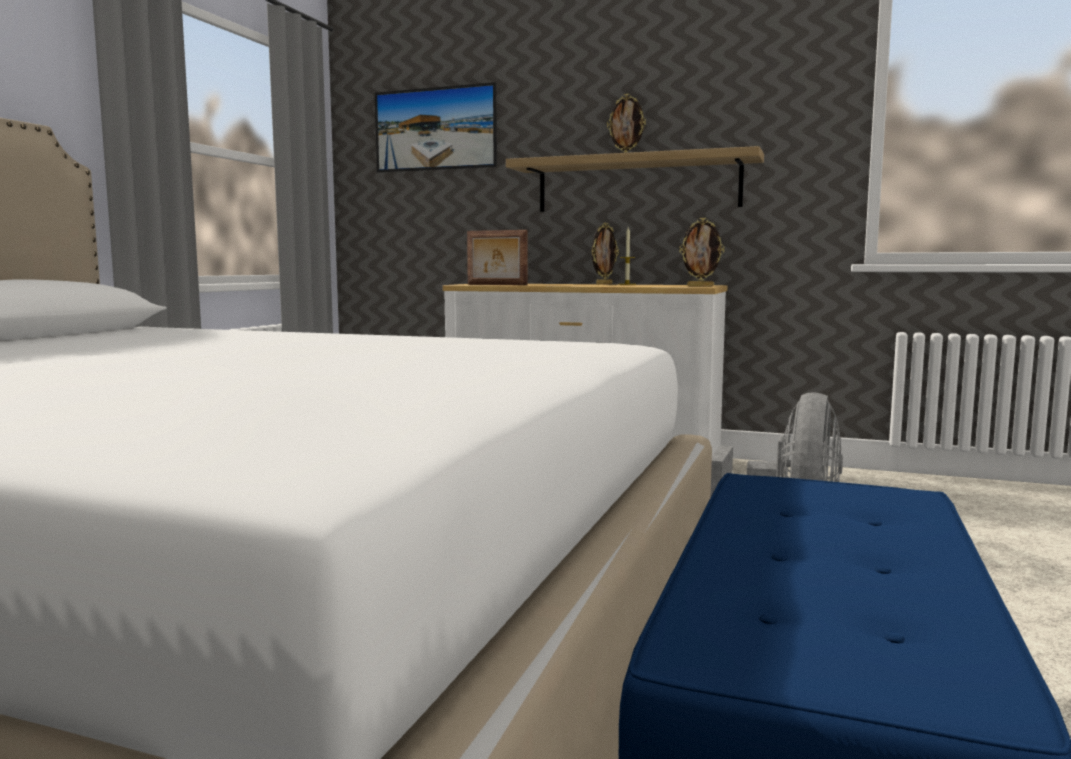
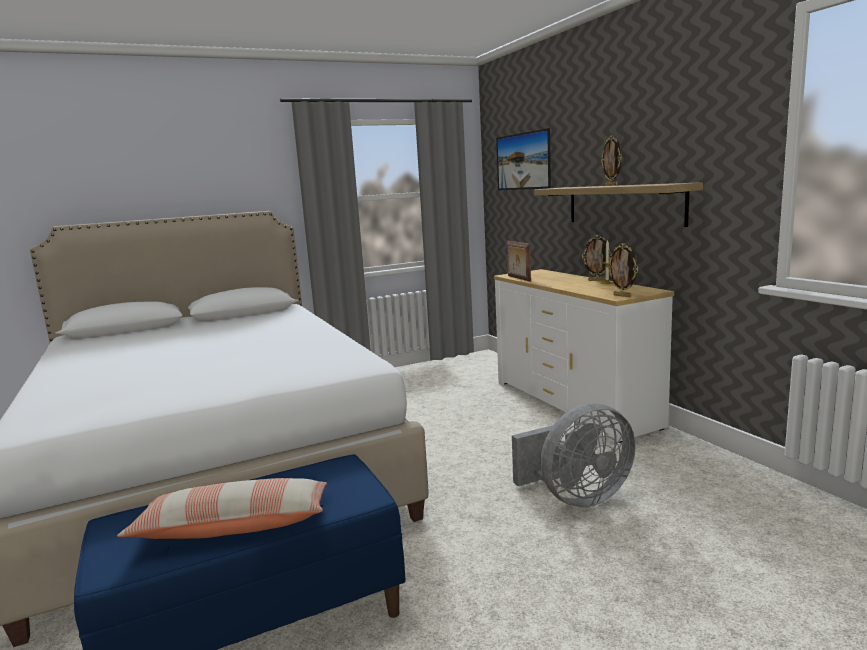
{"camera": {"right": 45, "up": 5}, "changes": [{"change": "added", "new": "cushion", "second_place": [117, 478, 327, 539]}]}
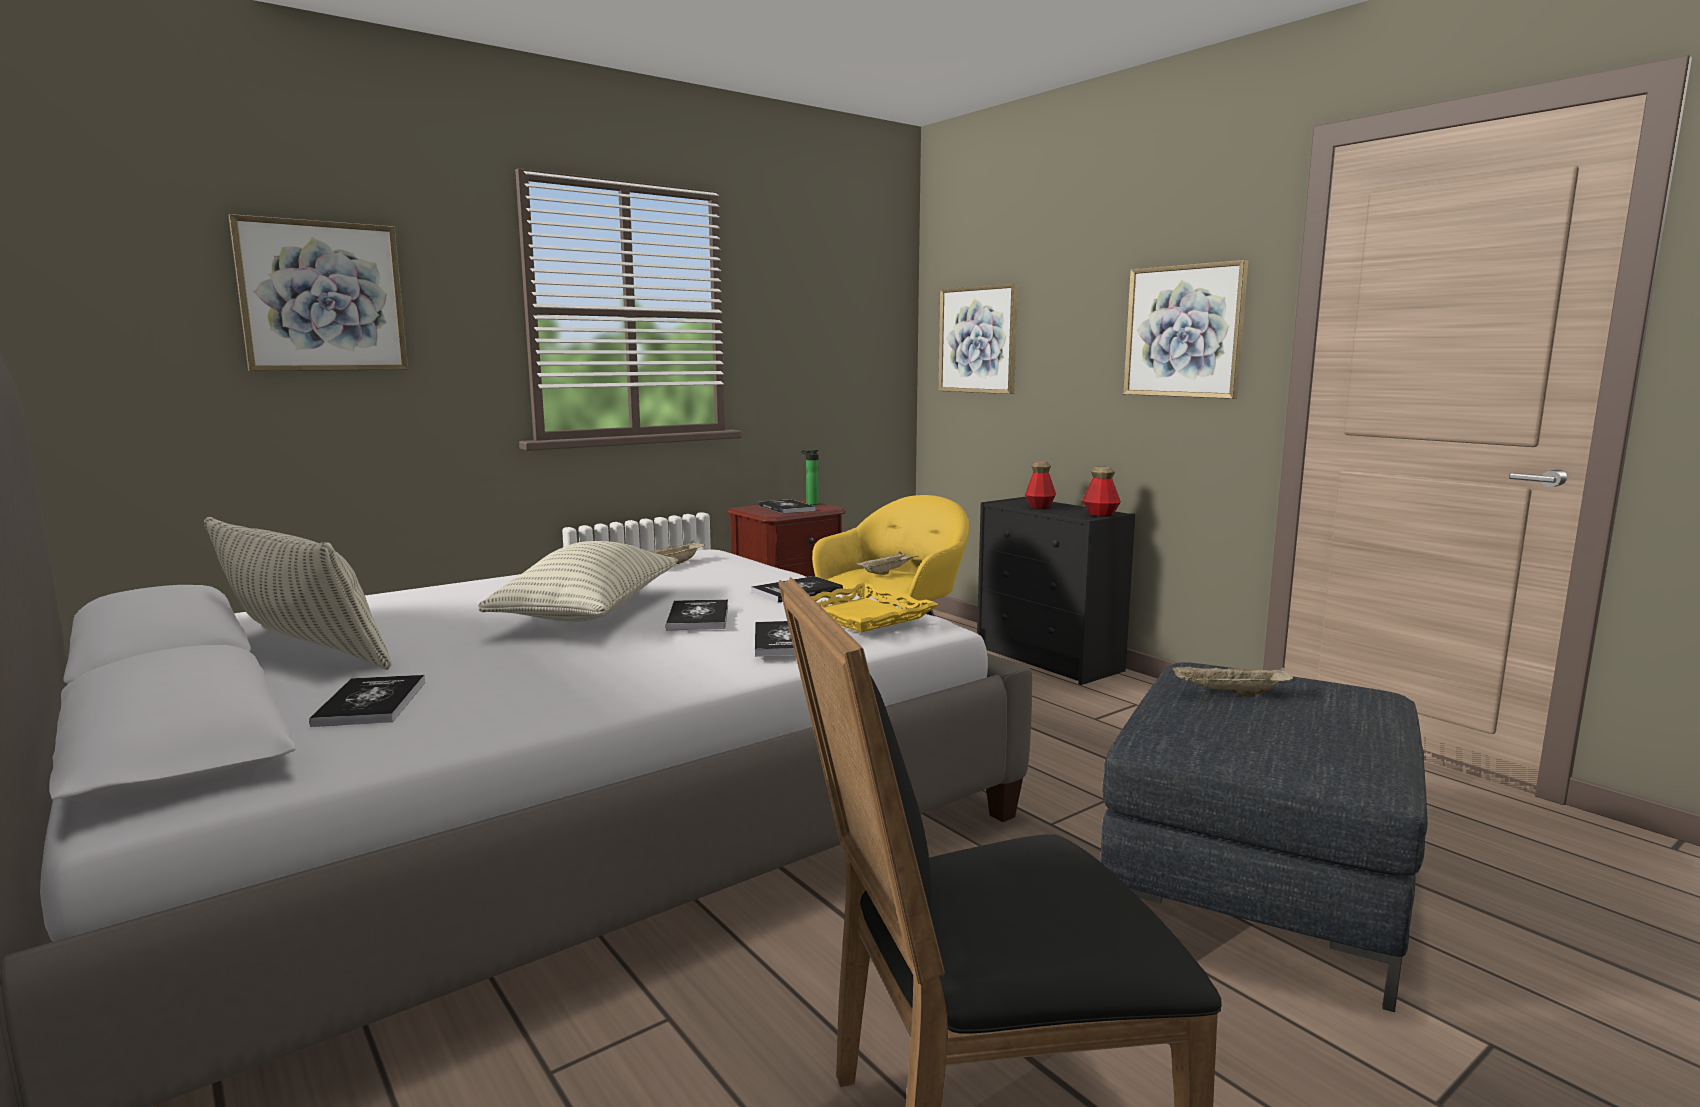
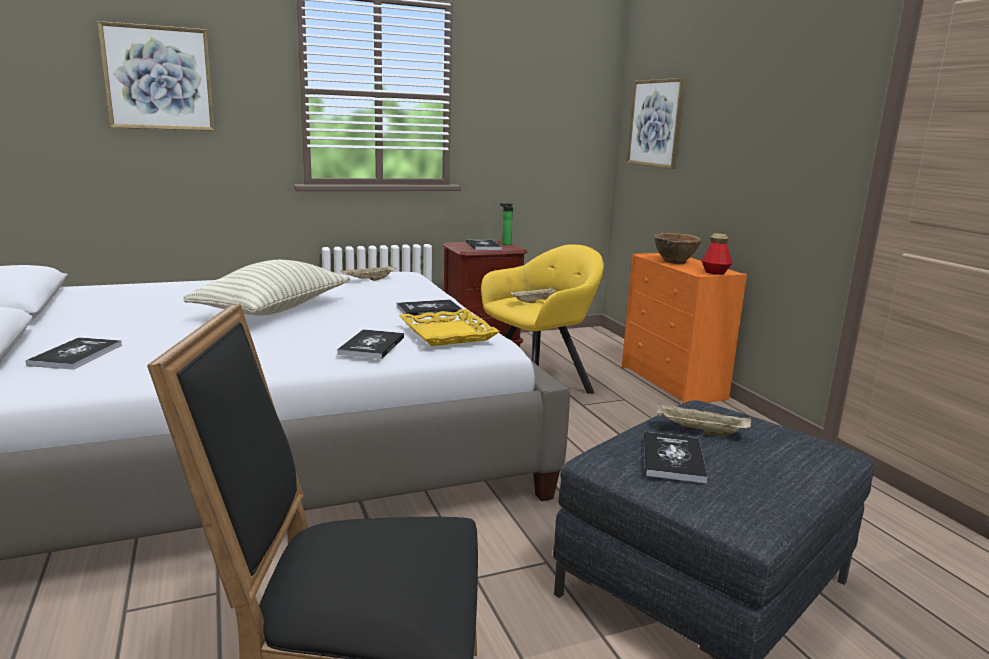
{"camera": {"right": 15, "up": 5}, "changes": [{"change": "removed", "old": "cushion", "first_place": [204, 517, 392, 670]}, {"change": "moved", "old": "volume", "first_place": [665, 599, 728, 630], "second_place": [644, 432, 708, 483]}, {"change": "recoloured", "old": "black chest of drawers", "new": "orangey chest of drawers", "first_place": [977, 497, 1135, 685], "second_place": [622, 253, 747, 404]}, {"change": "replaced", "old": "beverage bottle", "new": "brownish deep dish", "first_place": [1025, 461, 1056, 509], "second_place": [653, 233, 702, 264]}, {"change": "removed", "old": "wall picture", "first_place": [1123, 260, 1249, 399]}]}
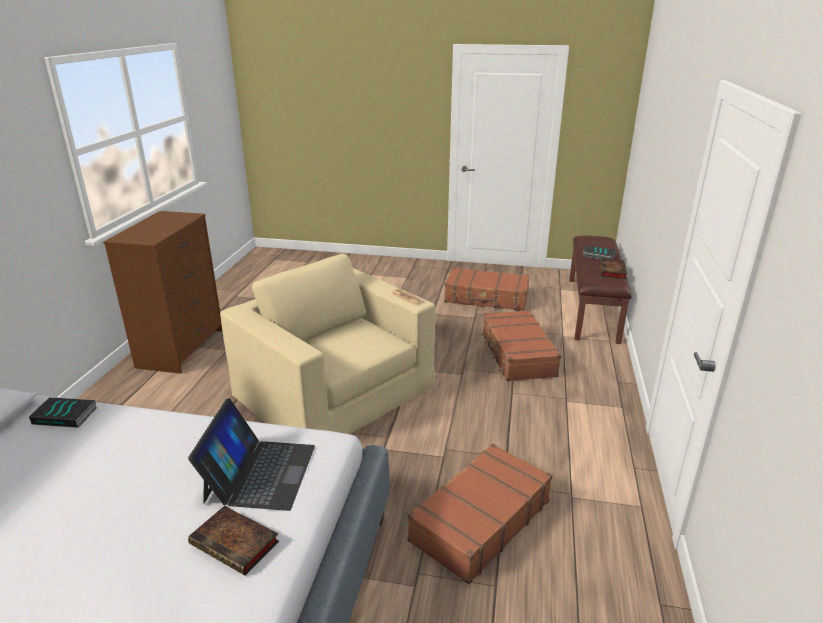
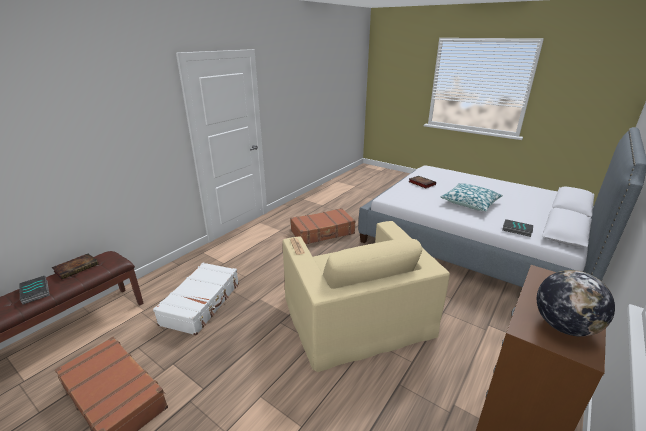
{"camera": {"right": -155, "up": 0}, "changes": [{"change": "removed", "old": "laptop", "first_place": [188, 398, 315, 511]}, {"change": "recoloured", "old": "brownish travel case", "new": "white travel case", "first_place": [481, 310, 561, 381], "second_place": [153, 262, 239, 335]}, {"change": "added", "new": "cushion", "second_place": [440, 183, 503, 211]}, {"change": "added", "new": "desk globe", "second_place": [537, 270, 615, 336]}]}
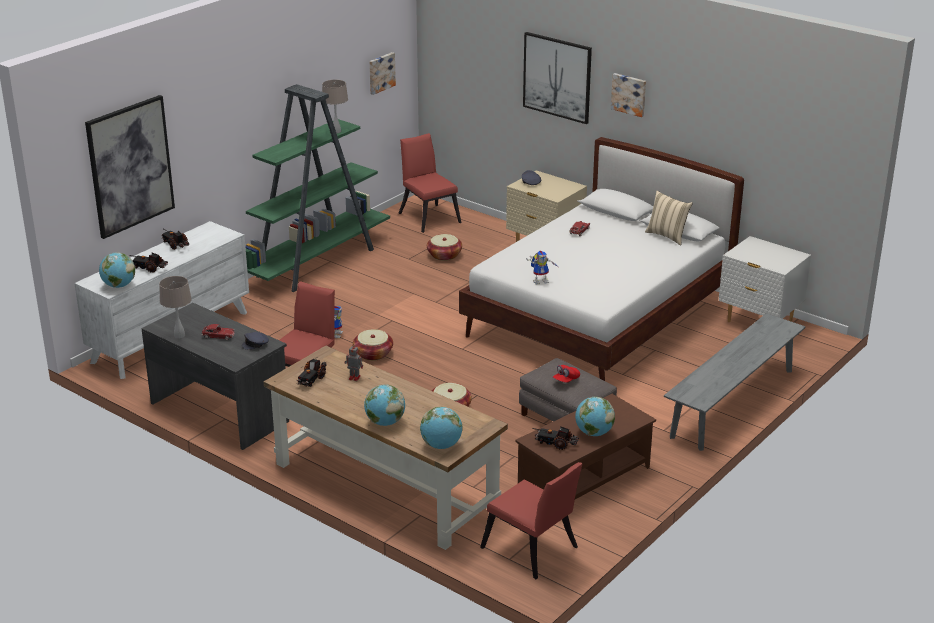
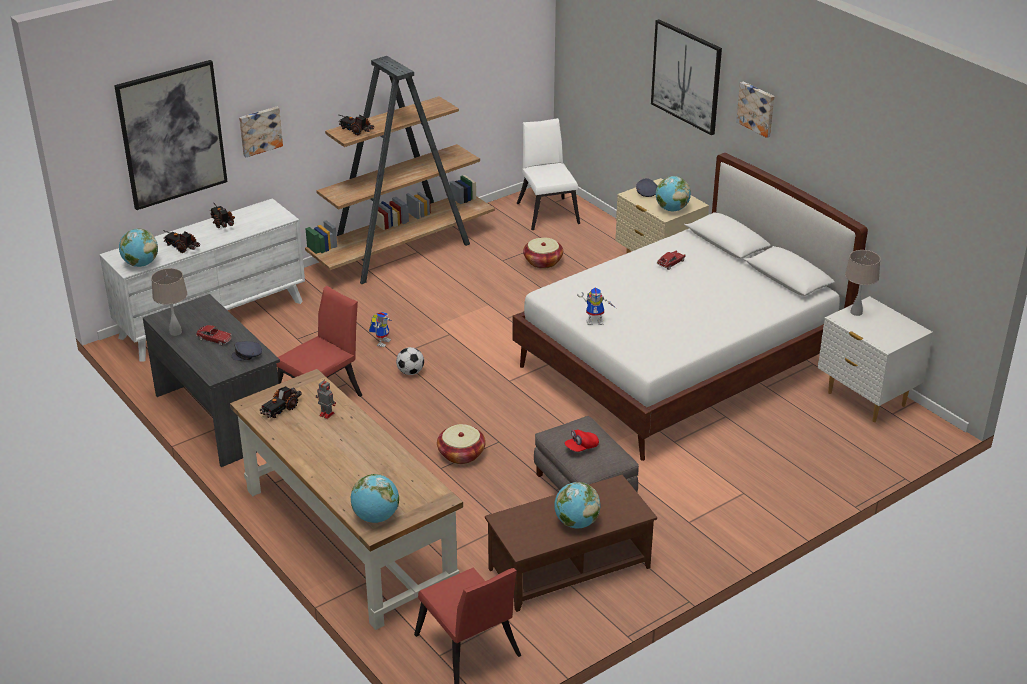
{"camera": {"right": 15, "up": 5}, "changes": [{"change": "recoloured", "old": "green-coloured bookshelf", "new": "brownish bookshelf", "first_place": [245, 84, 390, 292], "second_place": [305, 56, 495, 284]}, {"change": "moved", "old": "beige lamp for a table", "first_place": [322, 80, 348, 133], "second_place": [845, 250, 880, 316]}, {"change": "replaced", "old": "basket", "new": "football ball", "first_place": [353, 329, 393, 361], "second_place": [396, 347, 424, 375]}, {"change": "moved", "old": "desk globe", "first_place": [364, 384, 405, 426], "second_place": [656, 176, 691, 211]}, {"change": "moved", "old": "wall picture", "first_place": [369, 52, 396, 95], "second_place": [239, 107, 283, 157]}, {"change": "recoloured", "old": "red-coloured plain chair", "new": "white plain chair", "first_place": [399, 133, 461, 233], "second_place": [517, 118, 580, 230]}, {"change": "moved", "old": "model truck", "first_place": [533, 426, 579, 450], "second_place": [338, 114, 374, 135]}, {"change": "removed", "old": "beige cushion", "first_place": [645, 191, 693, 245]}, {"change": "removed", "old": "greyish bench", "first_place": [664, 313, 806, 451]}]}
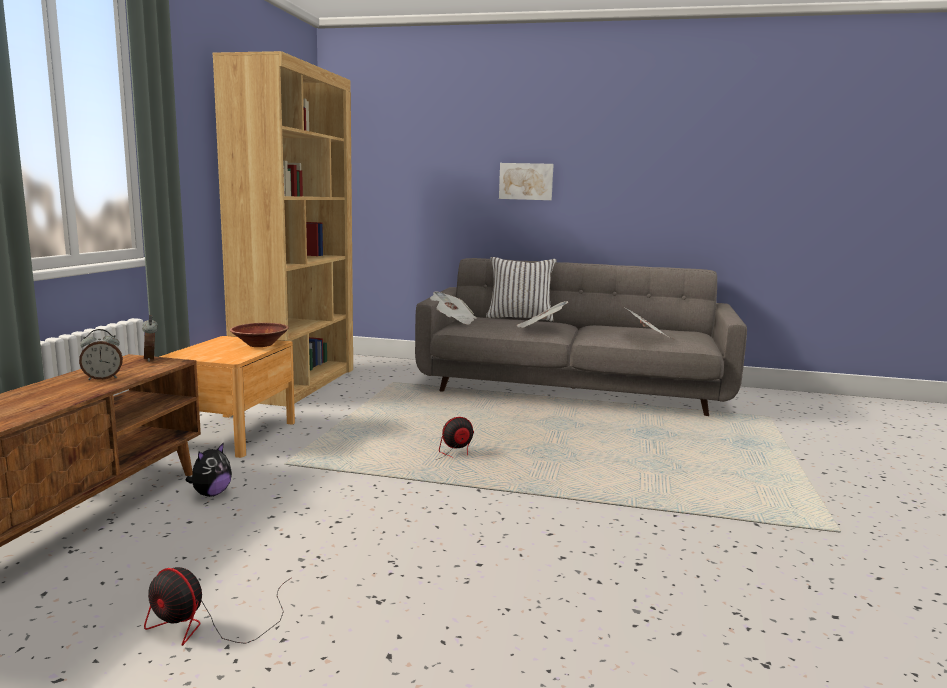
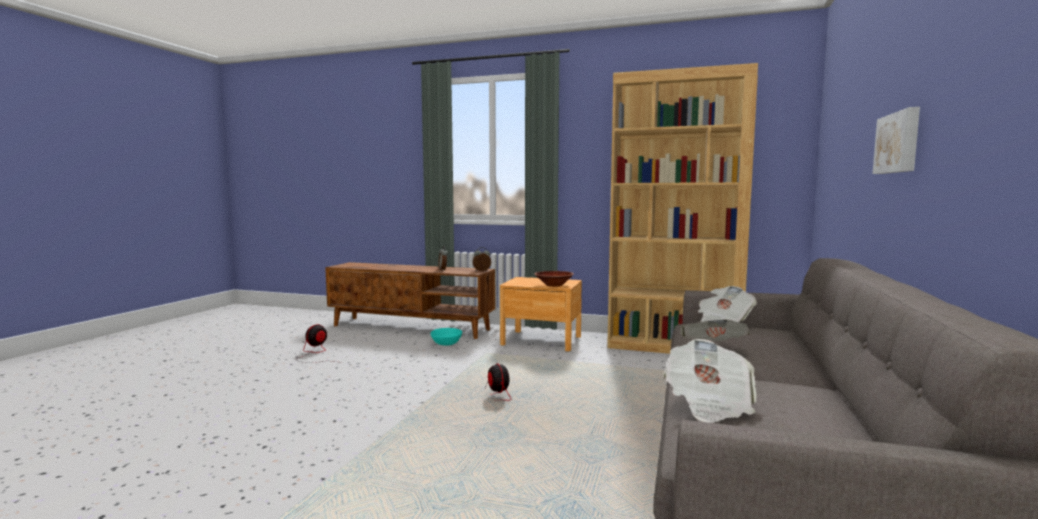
{"camera": {"right": 95, "up": -5}, "changes": [{"change": "replaced", "old": "soft toy", "new": "turquoise-coloured deep dish", "first_place": [185, 442, 232, 497], "second_place": [430, 328, 462, 345]}, {"change": "removed", "old": "white cushion", "first_place": [486, 257, 556, 322]}]}
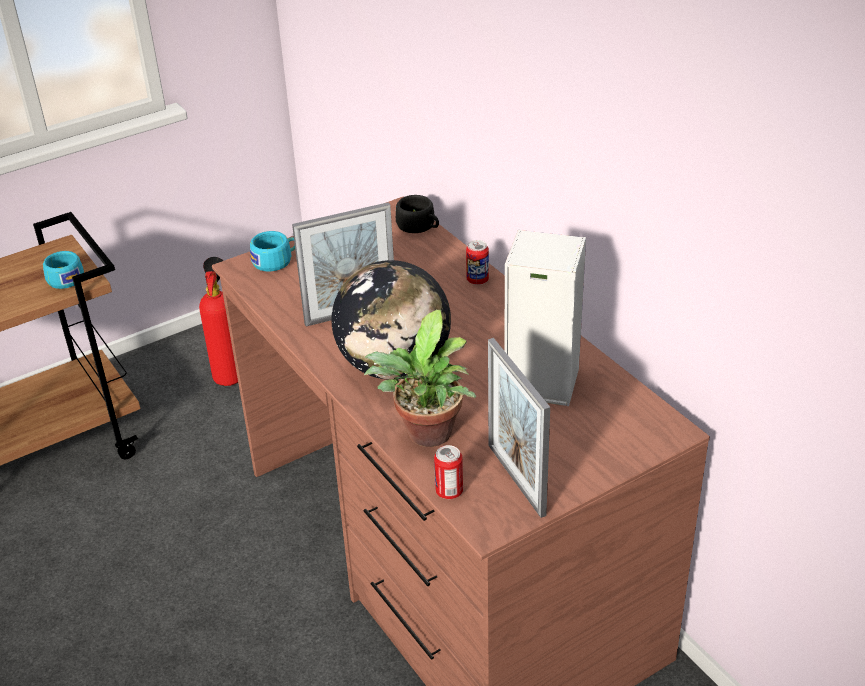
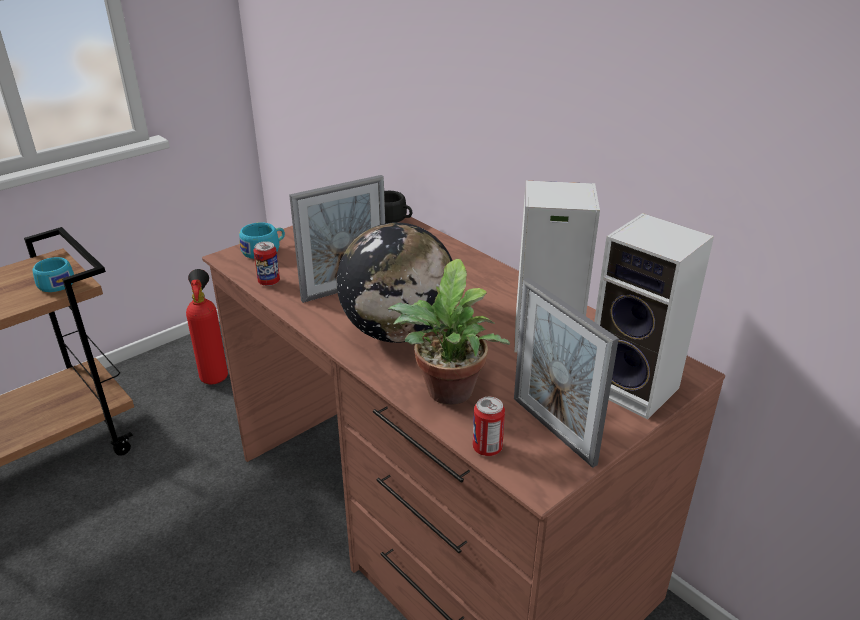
{"camera": {"right": -10, "up": -5}, "changes": [{"change": "moved", "old": "sealed can", "first_place": [466, 240, 489, 285], "second_place": [253, 241, 280, 286]}, {"change": "added", "new": "loudspeaker", "second_place": [594, 213, 714, 419]}]}
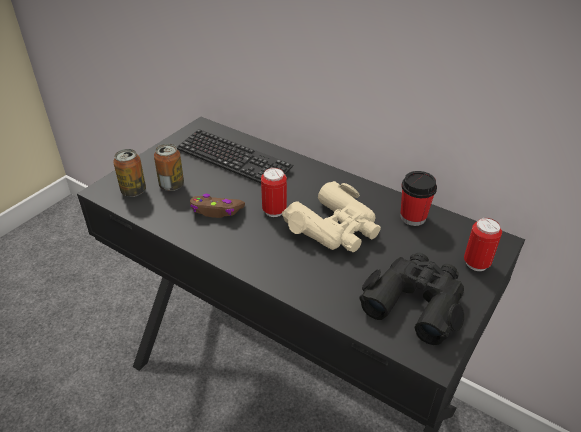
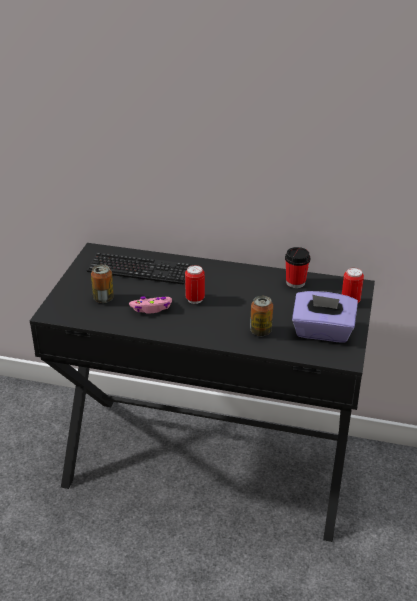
{"camera": {"right": -20, "up": -5}, "changes": [{"change": "moved", "old": "sealed can", "first_place": [113, 149, 146, 197], "second_place": [250, 296, 273, 336]}, {"change": "recoloured", "old": "brownish game controller", "new": "pink-coloured game controller", "first_place": [190, 194, 245, 218], "second_place": [129, 296, 172, 314]}, {"change": "removed", "old": "beige binoculars", "first_place": [282, 181, 381, 252]}, {"change": "replaced", "old": "black binoculars", "new": "purplish box of tissues", "first_place": [359, 253, 464, 345], "second_place": [292, 291, 358, 343]}]}
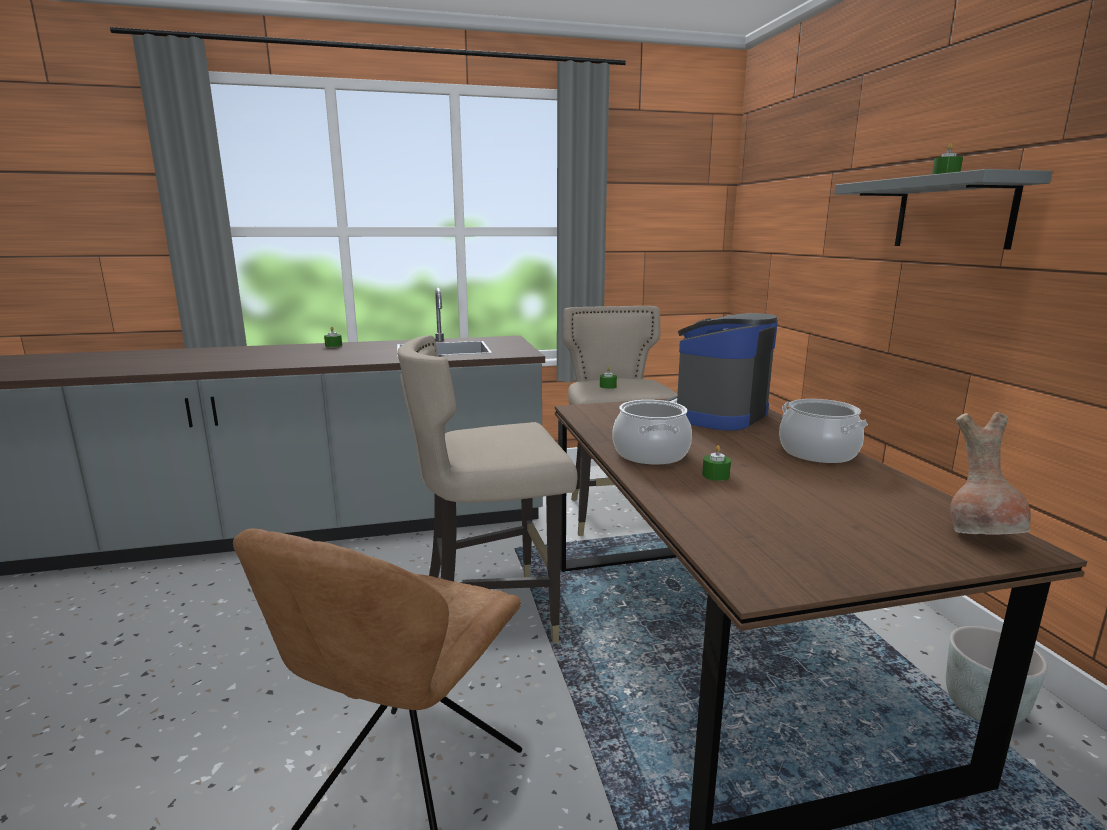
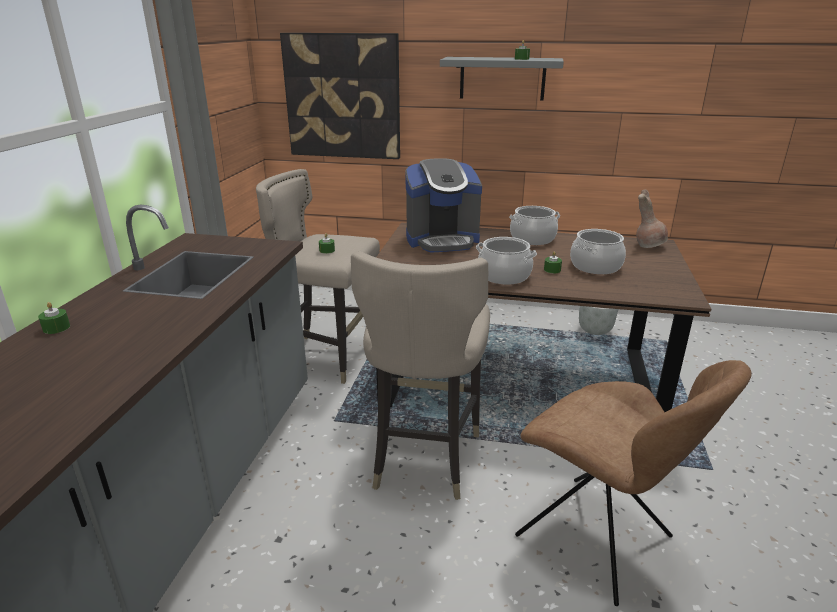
{"camera": {"right": -65, "up": 10}, "changes": [{"change": "turned", "old": "coffee brewer", "first_place": [666, 313, 778, 431], "second_place": [405, 158, 482, 252], "degrees": -75}, {"change": "added", "new": "wall picture", "second_place": [280, 33, 400, 159]}, {"change": "added", "new": "cooking pot", "second_place": [570, 229, 626, 274]}]}
